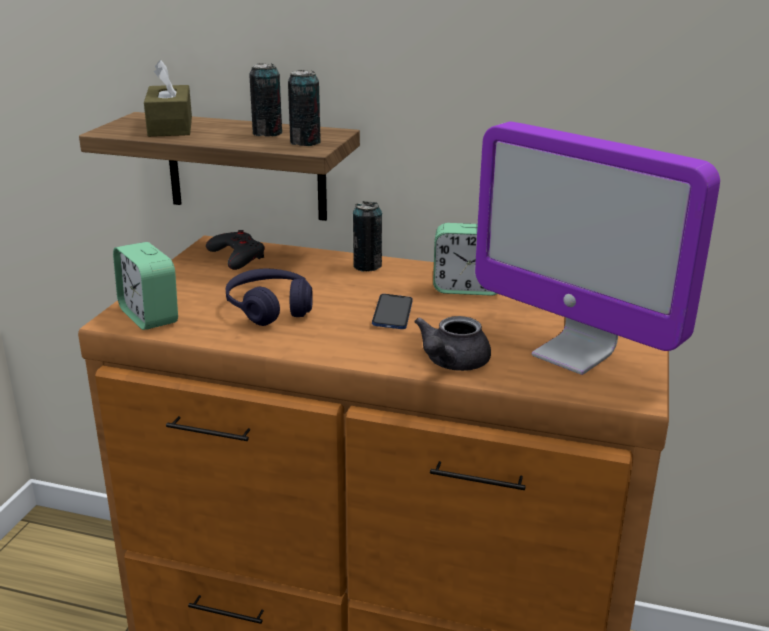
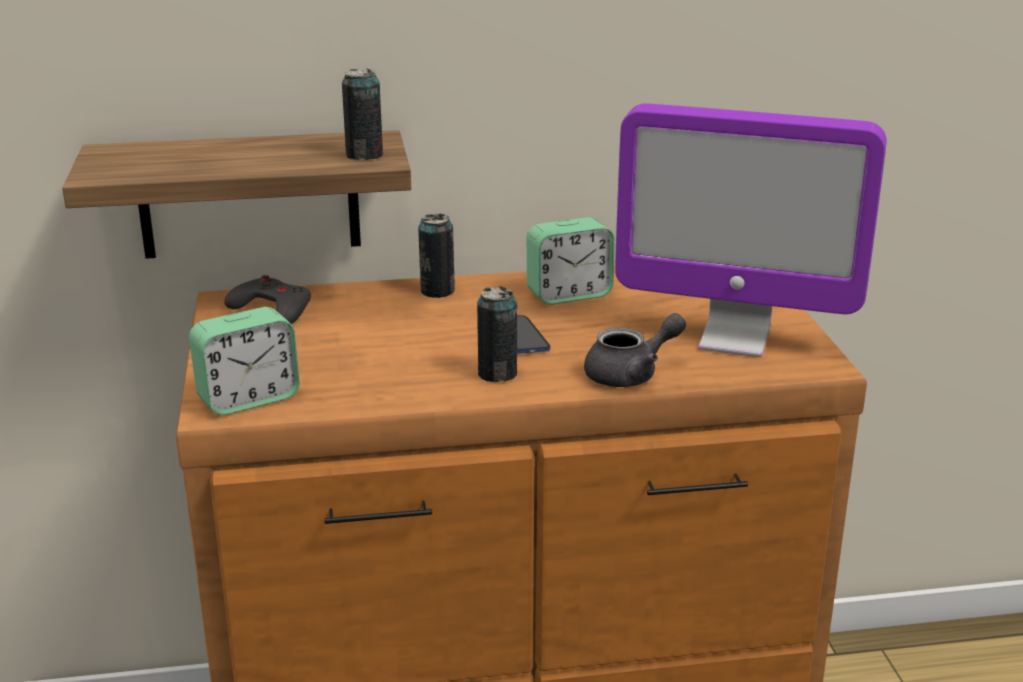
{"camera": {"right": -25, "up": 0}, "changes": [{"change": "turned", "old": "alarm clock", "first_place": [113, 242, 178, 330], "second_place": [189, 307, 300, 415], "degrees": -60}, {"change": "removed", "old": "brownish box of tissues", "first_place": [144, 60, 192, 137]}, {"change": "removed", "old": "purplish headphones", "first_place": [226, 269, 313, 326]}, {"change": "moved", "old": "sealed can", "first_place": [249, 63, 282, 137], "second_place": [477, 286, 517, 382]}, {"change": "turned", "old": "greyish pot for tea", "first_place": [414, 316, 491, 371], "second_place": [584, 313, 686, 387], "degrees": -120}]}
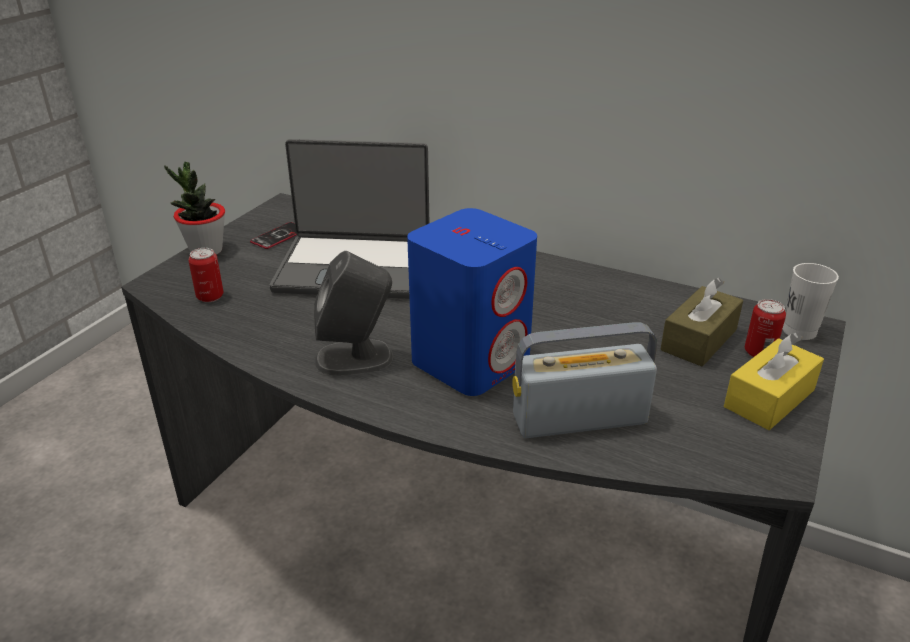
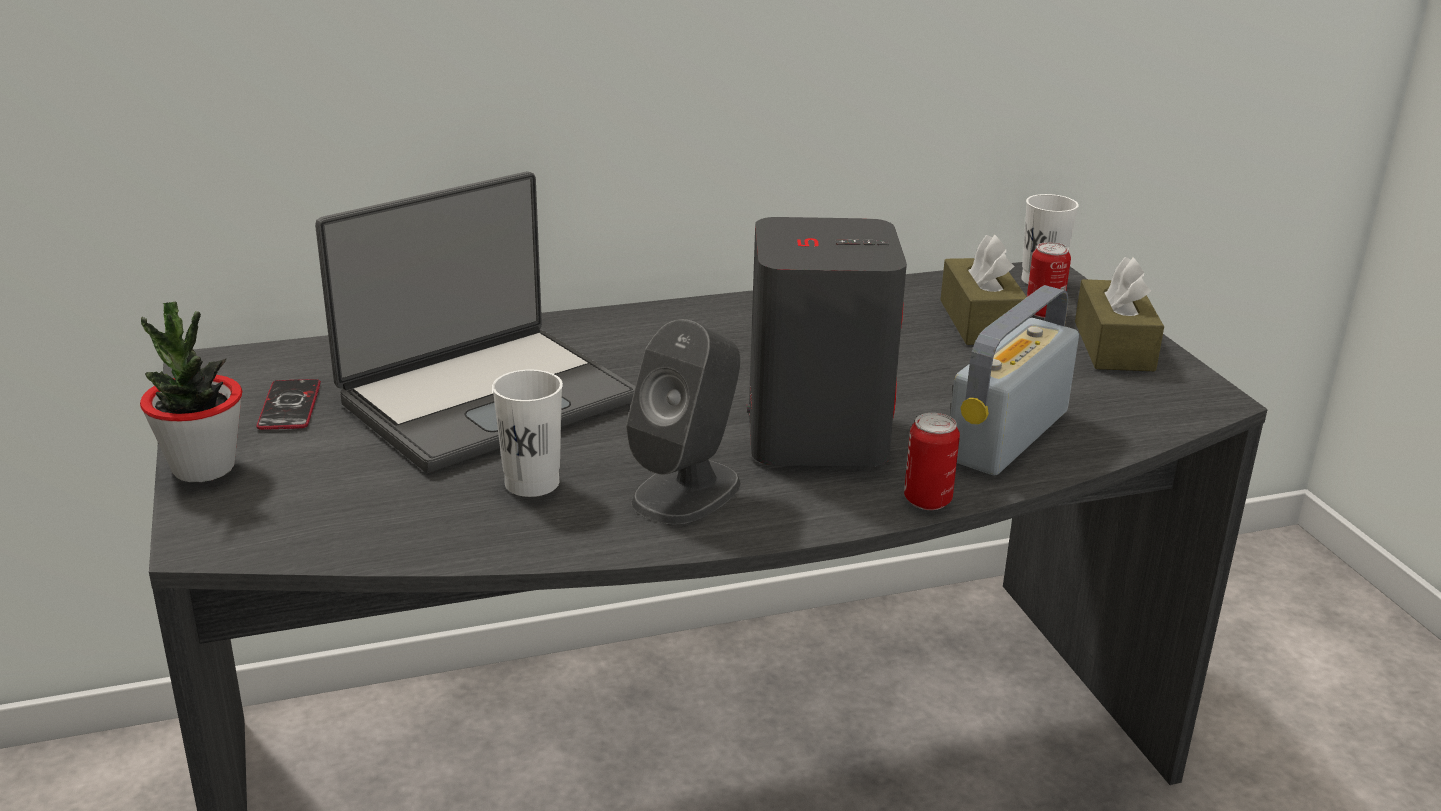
{"camera": {"right": -45, "up": -5}, "changes": [{"change": "moved", "old": "sealed can", "first_place": [188, 248, 224, 302], "second_place": [904, 413, 960, 510]}, {"change": "recoloured", "old": "blue loudspeaker", "new": "greyish loudspeaker", "first_place": [407, 208, 537, 396], "second_place": [746, 217, 907, 467]}, {"change": "recoloured", "old": "yellow box of tissues", "new": "brownish box of tissues", "first_place": [724, 332, 824, 430], "second_place": [1075, 257, 1164, 371]}, {"change": "added", "new": "white drinking cup", "second_place": [492, 370, 563, 497]}]}
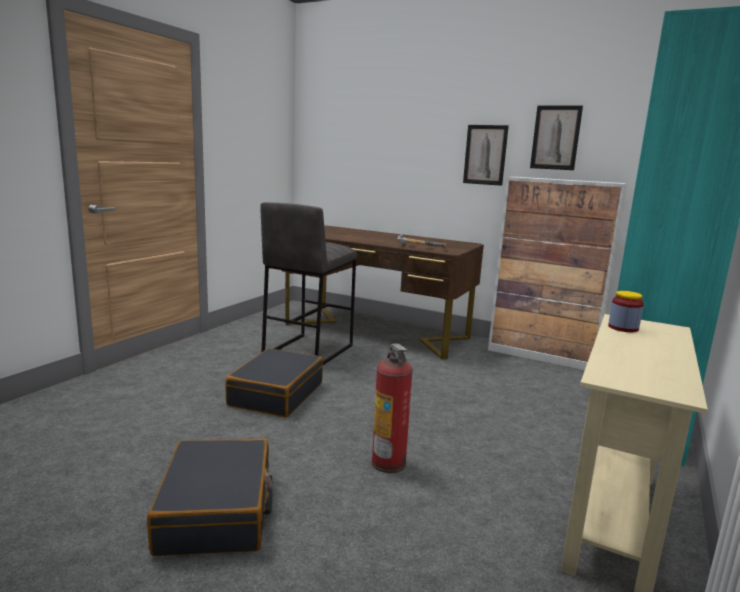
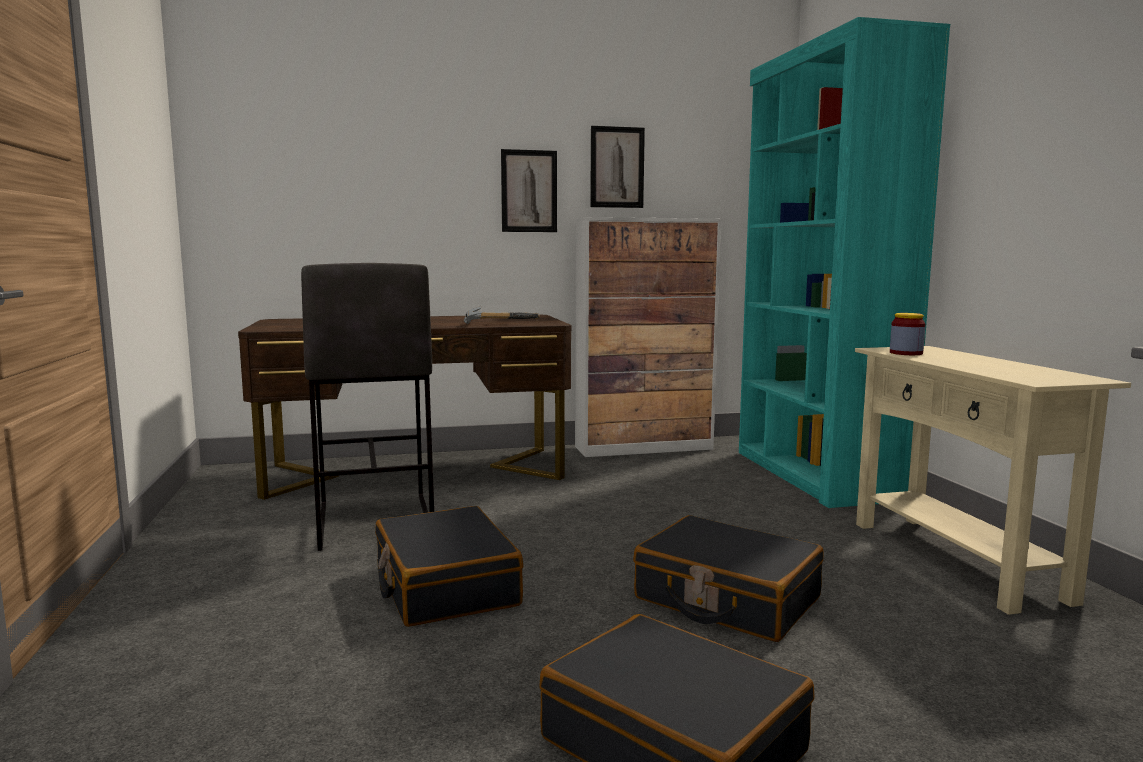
{"camera": {"right": -40, "up": -5}, "changes": [{"change": "replaced", "old": "fire extinguisher", "new": "black travel case", "first_place": [371, 343, 413, 473], "second_place": [633, 515, 823, 642]}]}
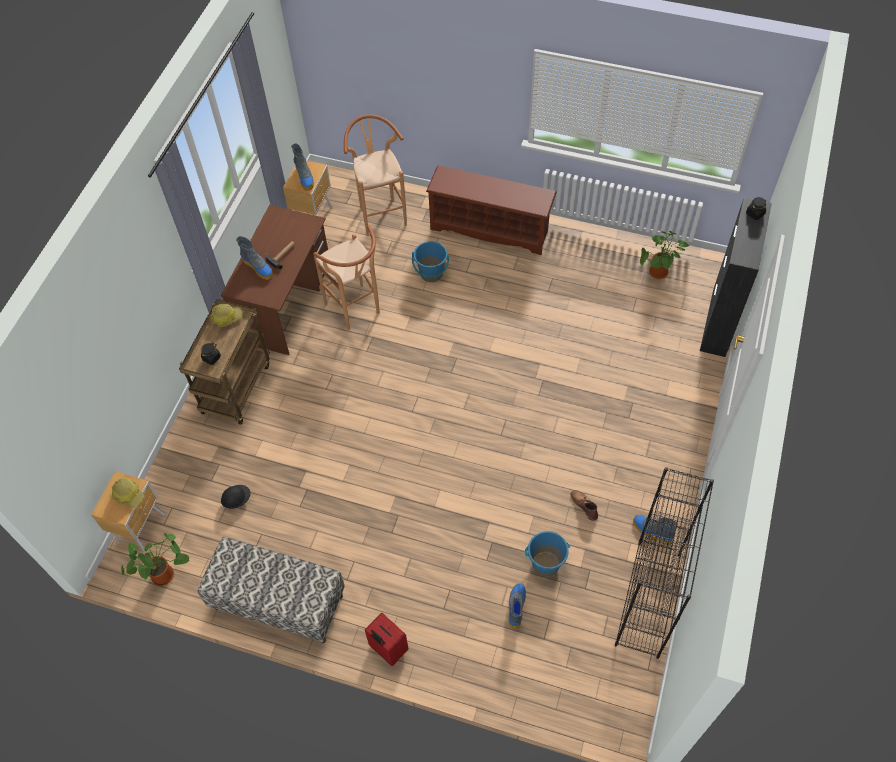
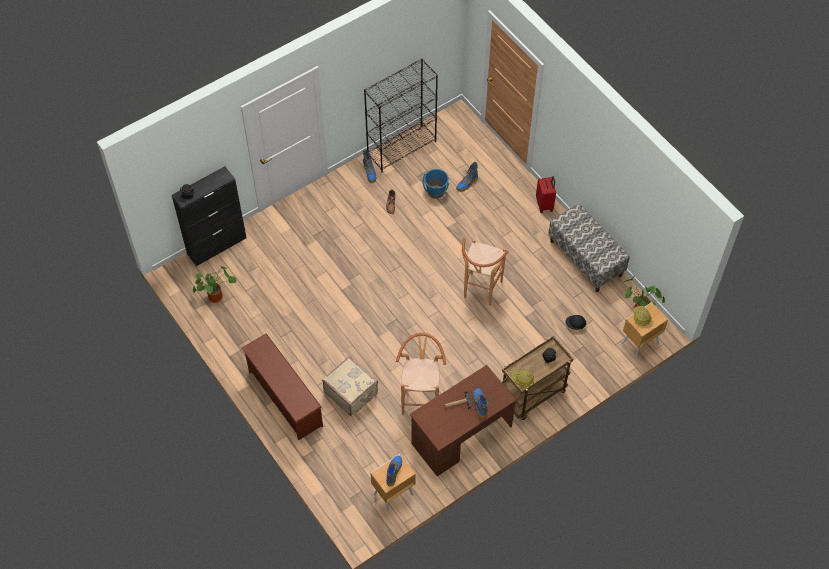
{"camera": {"right": -145, "up": 0}, "changes": [{"change": "moved", "old": "brownish stool seat", "first_place": [344, 114, 407, 236], "second_place": [462, 238, 509, 306]}, {"change": "replaced", "old": "blue pail", "new": "beige travel case", "first_place": [412, 241, 449, 282], "second_place": [322, 356, 378, 417]}]}
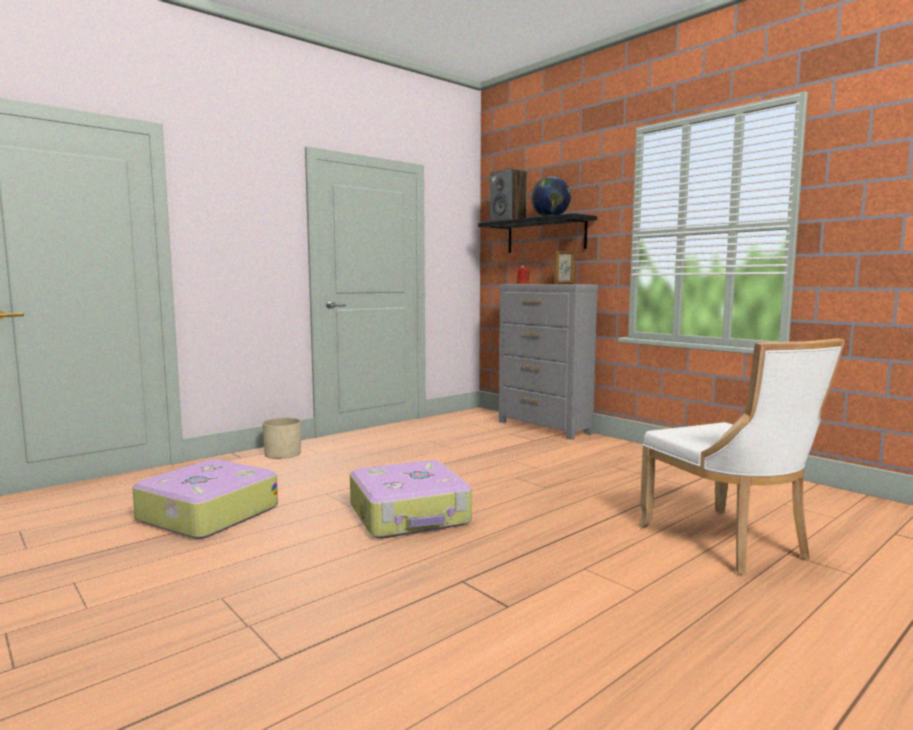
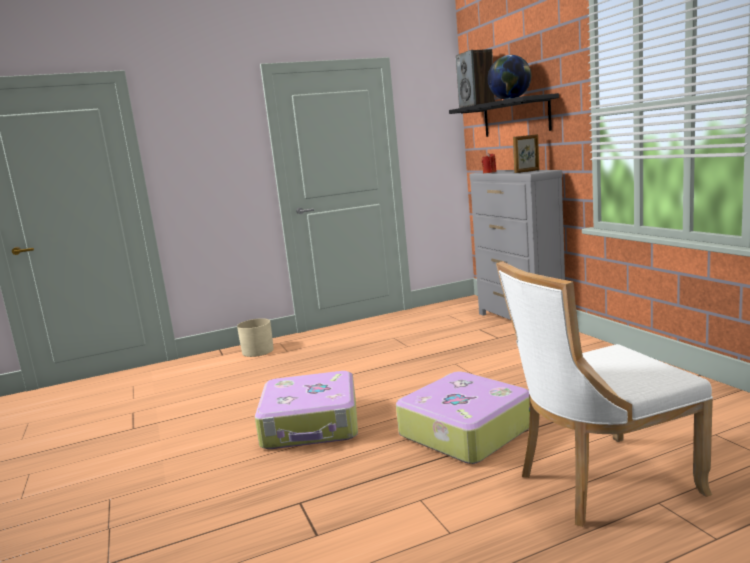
{"camera": {"right": 20, "up": 5}, "changes": [{"change": "moved", "old": "travel case", "first_place": [132, 459, 278, 539], "second_place": [396, 371, 530, 464]}, {"change": "turned", "old": "white plain chair", "first_place": [638, 339, 845, 575], "second_place": [496, 261, 713, 527], "degrees": 75}]}
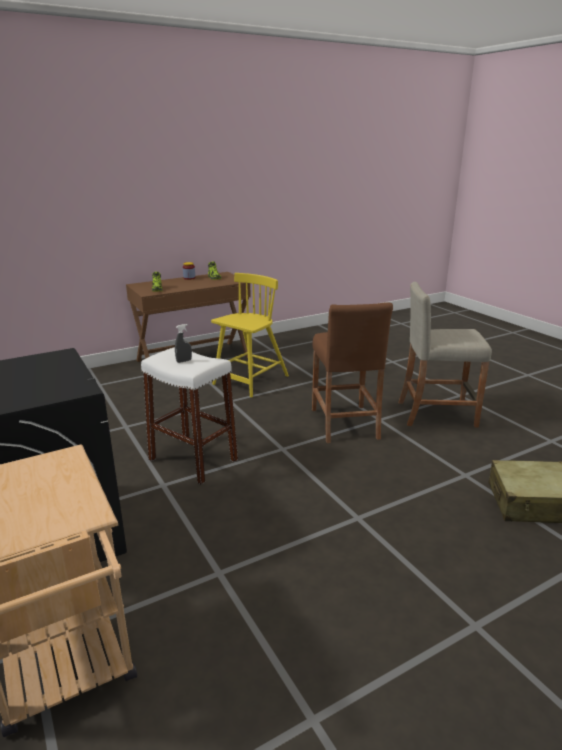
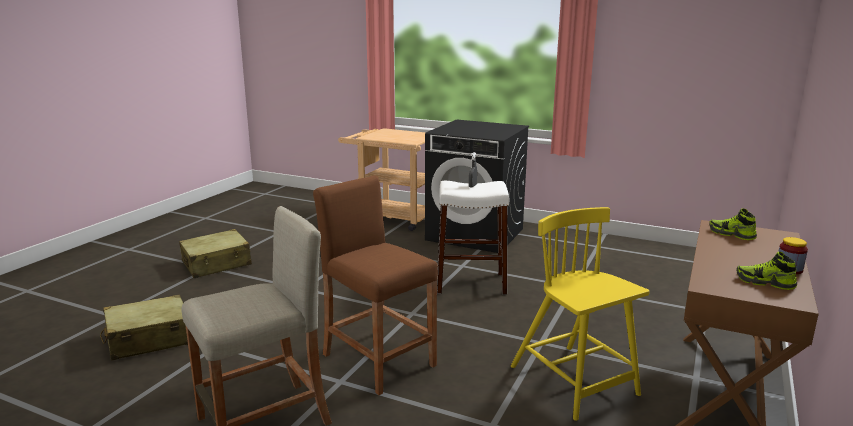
{"camera": {"right": 145, "up": -5}, "changes": [{"change": "turned", "old": "yellow plain chair", "first_place": [211, 273, 289, 397], "second_place": [511, 207, 650, 421], "degrees": 150}, {"change": "added", "new": "beige travel case", "second_place": [179, 229, 252, 278]}]}
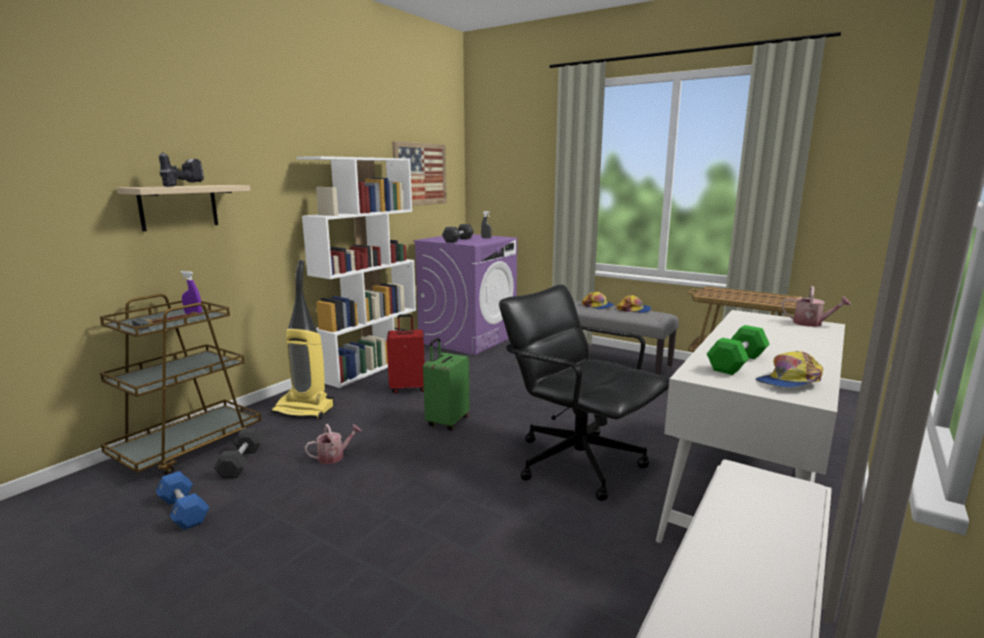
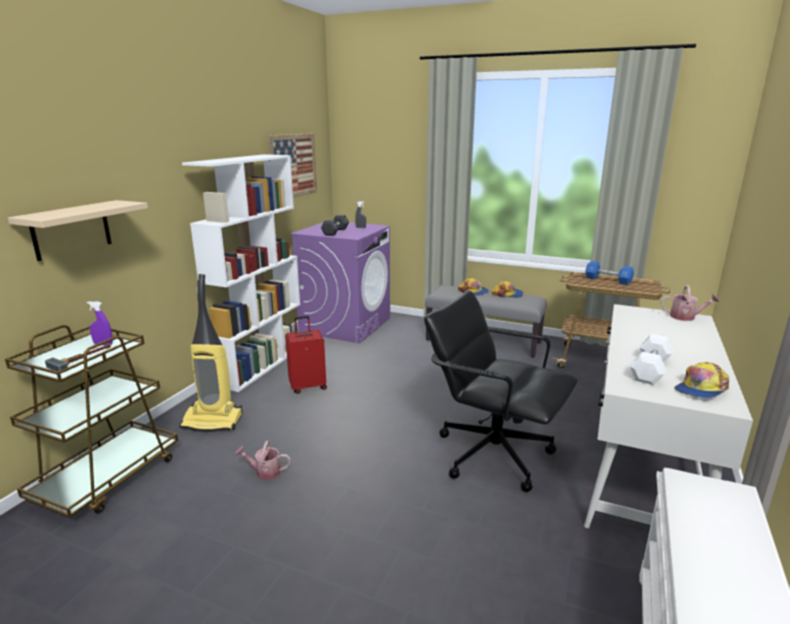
{"camera": {"right": -10, "up": 5}, "changes": [{"change": "moved", "old": "blue hand weight", "first_place": [156, 471, 209, 530], "second_place": [585, 261, 634, 285]}, {"change": "removed", "old": "electric drill", "first_place": [159, 152, 204, 187]}, {"change": "removed", "old": "black hand weight", "first_place": [214, 428, 263, 479]}, {"change": "turned", "old": "watering pot", "first_place": [305, 424, 362, 464], "second_place": [235, 441, 291, 480], "degrees": -135}, {"change": "removed", "old": "green-coloured travel case", "first_place": [423, 338, 469, 431]}, {"change": "recoloured", "old": "green-coloured hand weight", "new": "white hand weight", "first_place": [707, 325, 769, 375], "second_place": [630, 334, 674, 385]}]}
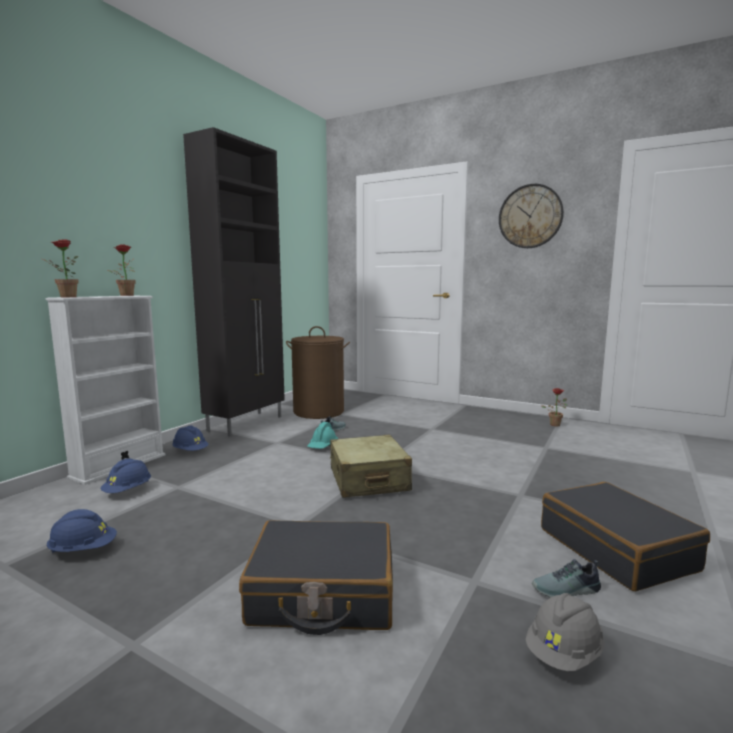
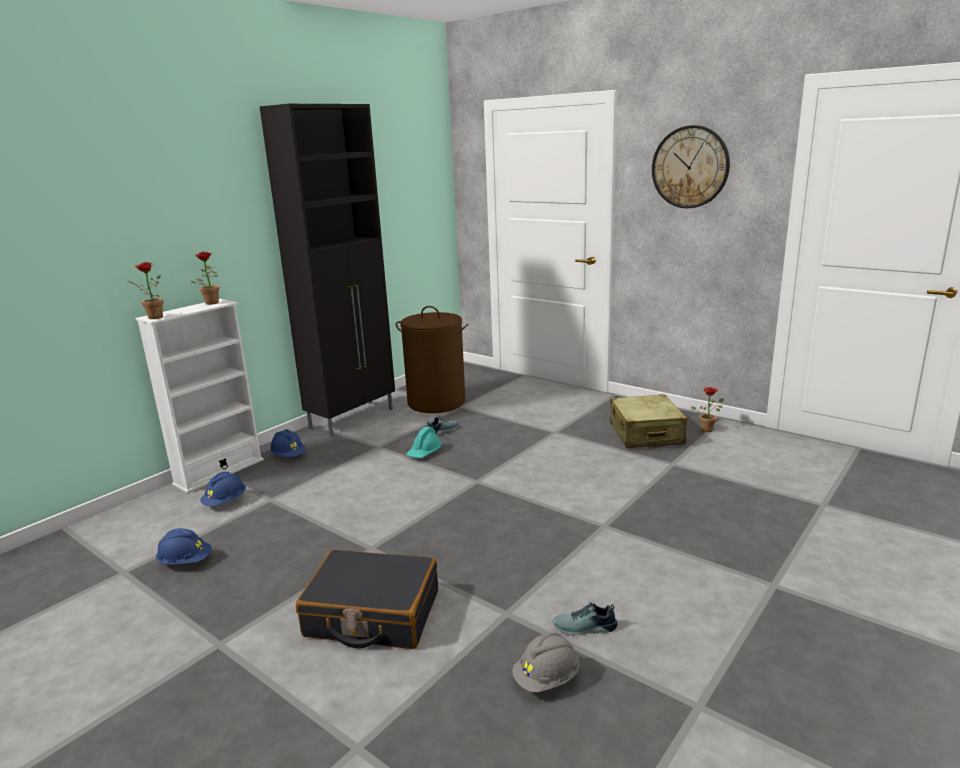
{"camera": {"right": 10, "up": 10}, "changes": [{"change": "moved", "old": "beige travel case", "first_place": [330, 435, 412, 498], "second_place": [610, 394, 687, 448]}, {"change": "removed", "old": "black travel case", "first_place": [541, 482, 710, 591]}]}
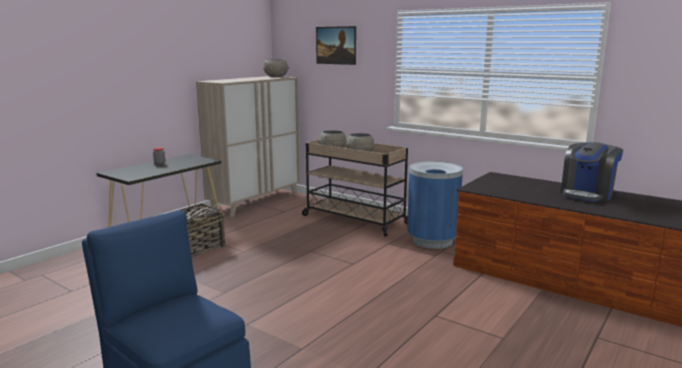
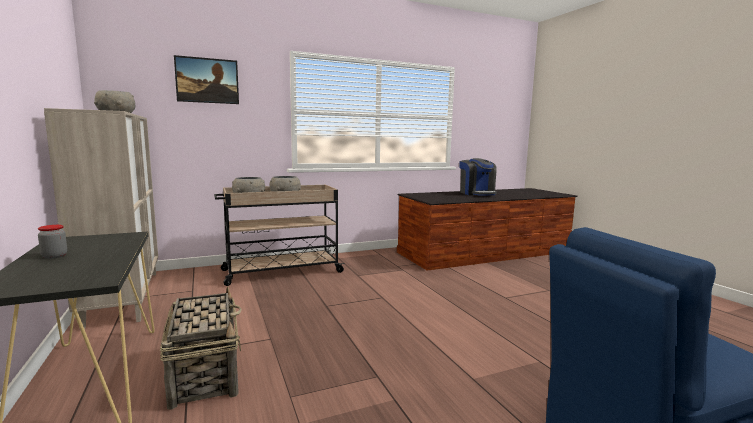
{"camera": {"right": -60, "up": -5}, "changes": [{"change": "removed", "old": "blue waste bin", "first_place": [407, 162, 463, 249]}]}
